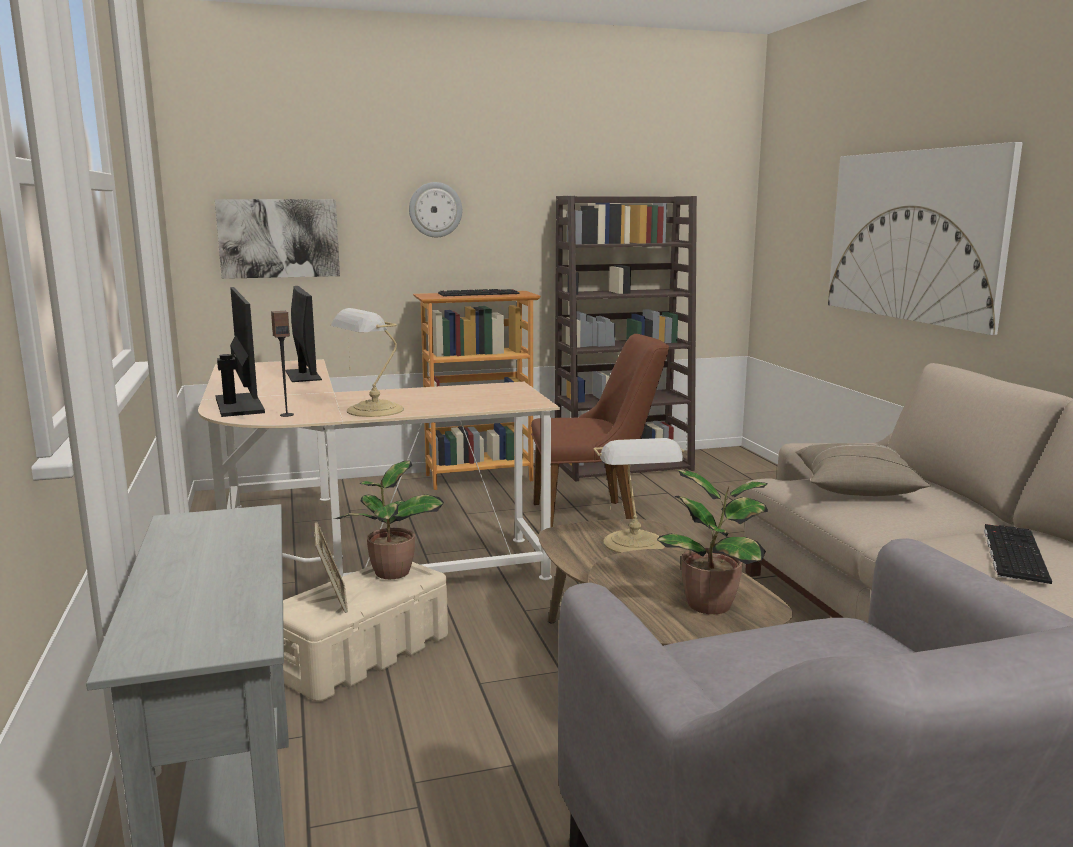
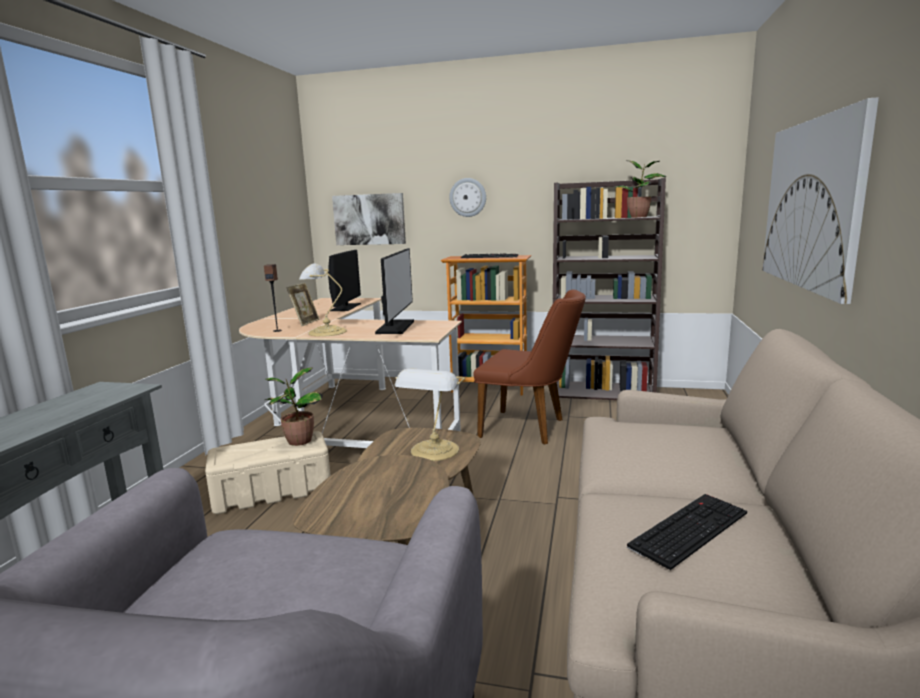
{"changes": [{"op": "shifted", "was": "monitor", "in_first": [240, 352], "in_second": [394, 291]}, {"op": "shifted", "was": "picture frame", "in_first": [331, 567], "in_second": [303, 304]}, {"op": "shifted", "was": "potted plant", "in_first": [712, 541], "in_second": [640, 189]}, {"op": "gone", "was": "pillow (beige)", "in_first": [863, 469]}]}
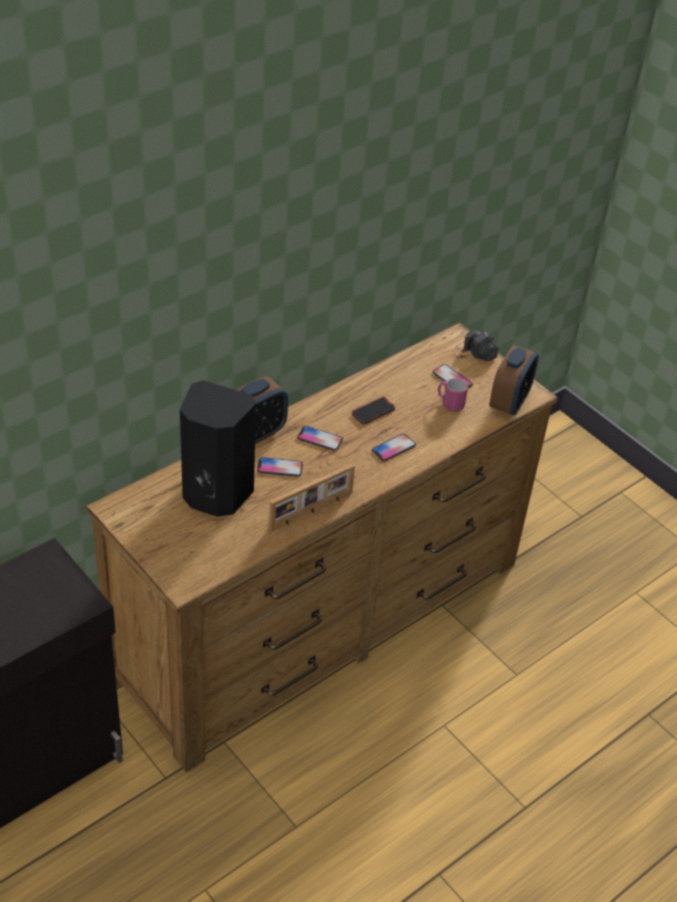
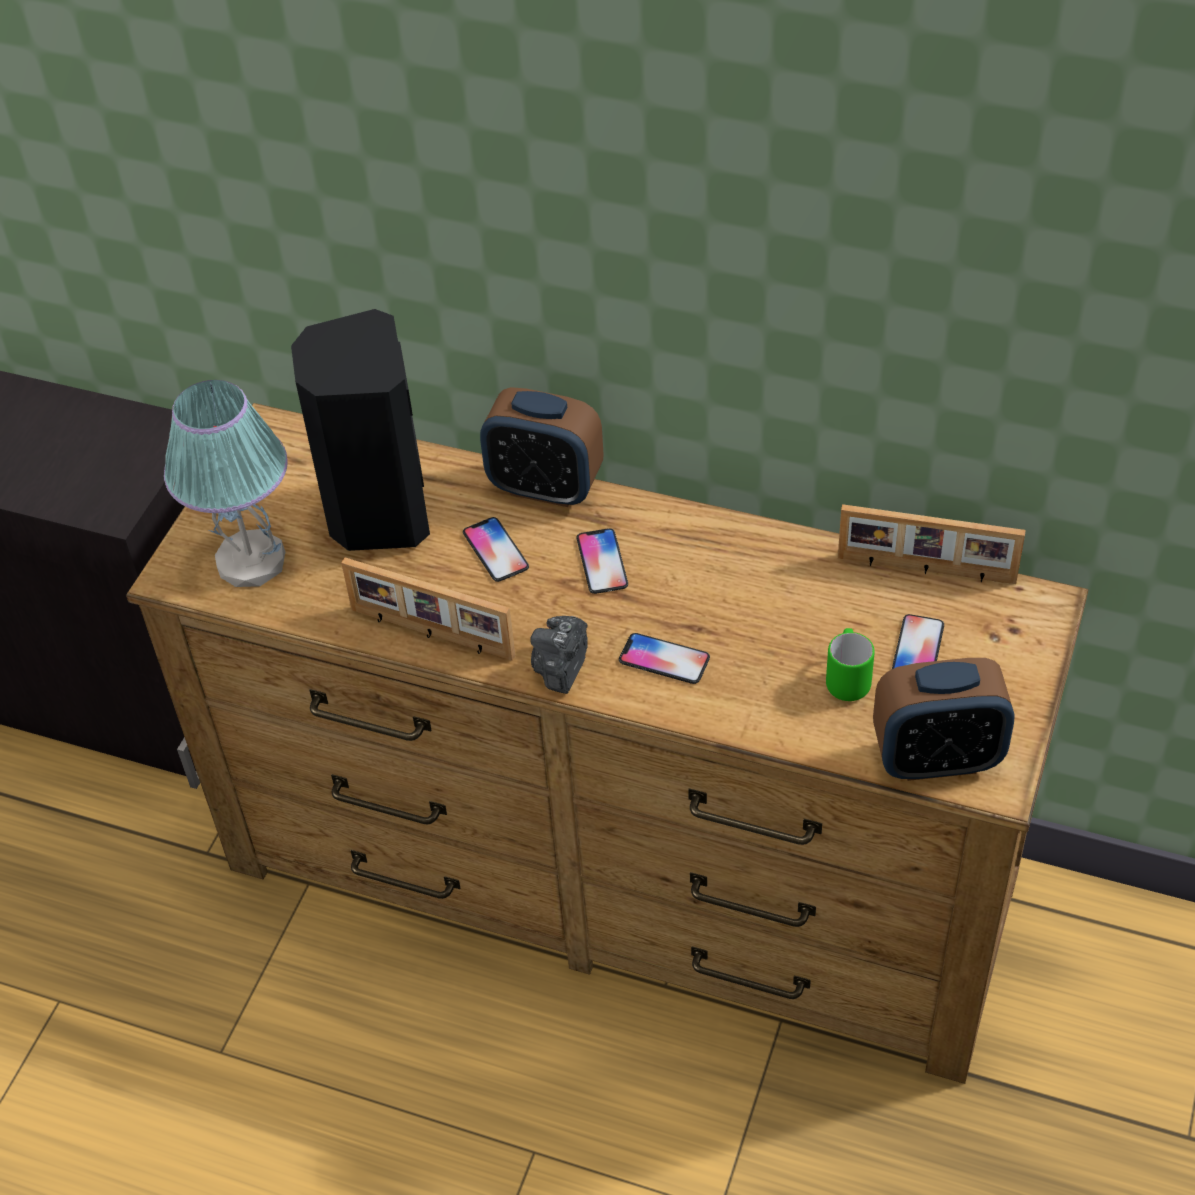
{"changes": [{"op": "gone", "was": "phone", "in_first": [373, 410]}, {"op": "repainted", "was": "mug (pink)", "now": "mug (green)", "in_first": [453, 395], "in_second": [850, 664]}, {"op": "shifted", "was": "photo camera", "in_first": [481, 345], "in_second": [559, 655]}, {"op": "new", "now": "table lamp", "in_second": [226, 483]}, {"op": "new", "now": "picture frame", "in_second": [932, 544]}]}
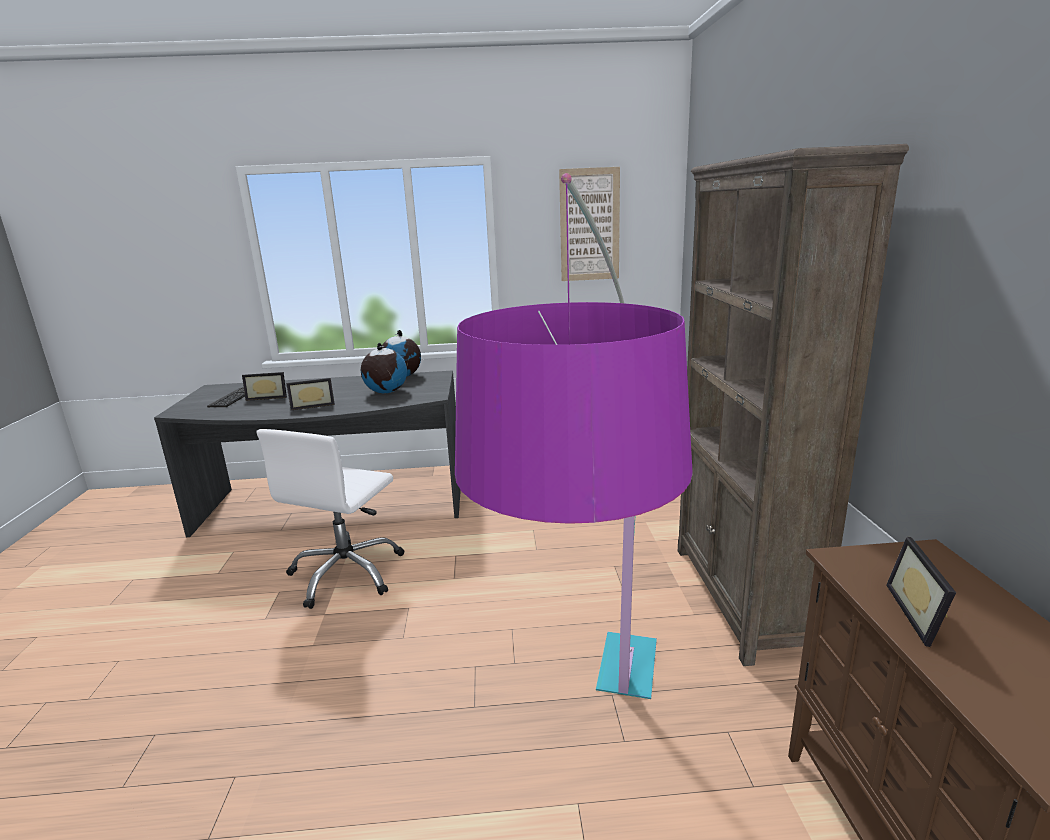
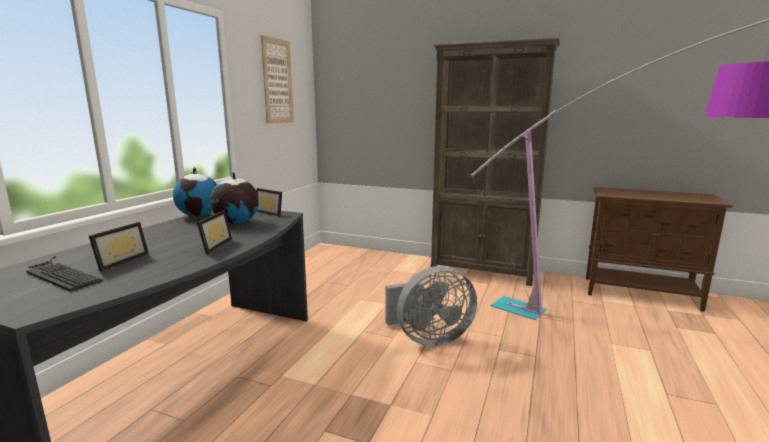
{"changes": [{"op": "gone", "was": "office chair (white)", "in_first": [330, 519]}, {"op": "shifted", "was": "picture frame", "in_first": [921, 591], "in_second": [269, 202]}, {"op": "new", "now": "fan (grey)", "in_second": [431, 306]}]}
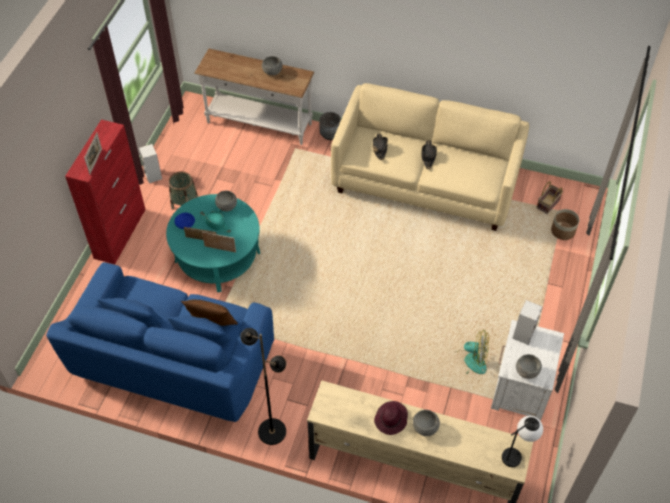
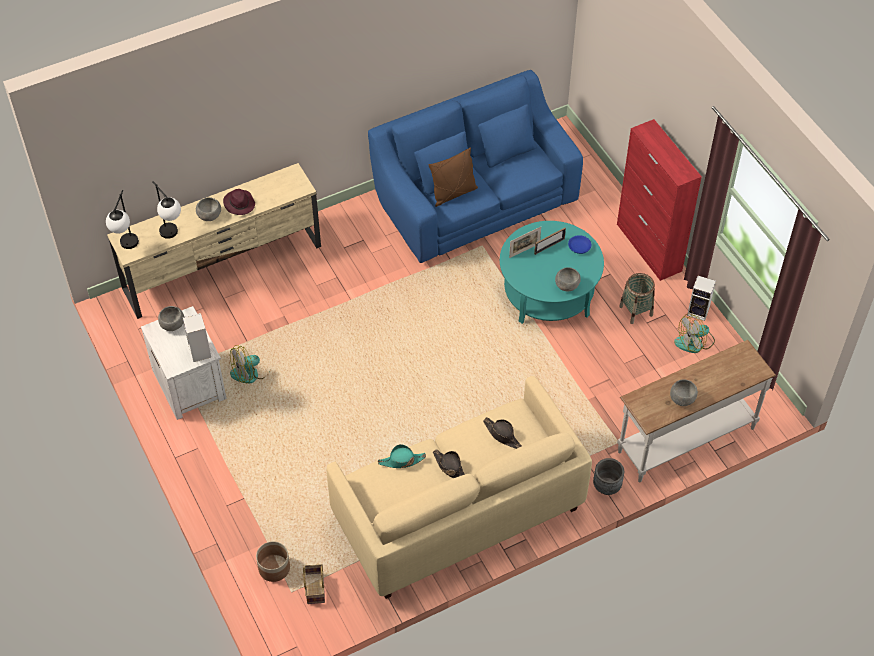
{"changes": [{"op": "gone", "was": "picture frame", "in_first": [93, 153]}, {"op": "shifted", "was": "hat (turquoise)", "in_first": [215, 222], "in_second": [402, 456]}, {"op": "gone", "was": "floor lamp (black)", "in_first": [263, 386]}, {"op": "new", "now": "table lamp", "in_second": [167, 210]}, {"op": "new", "now": "fan", "in_second": [694, 333]}]}
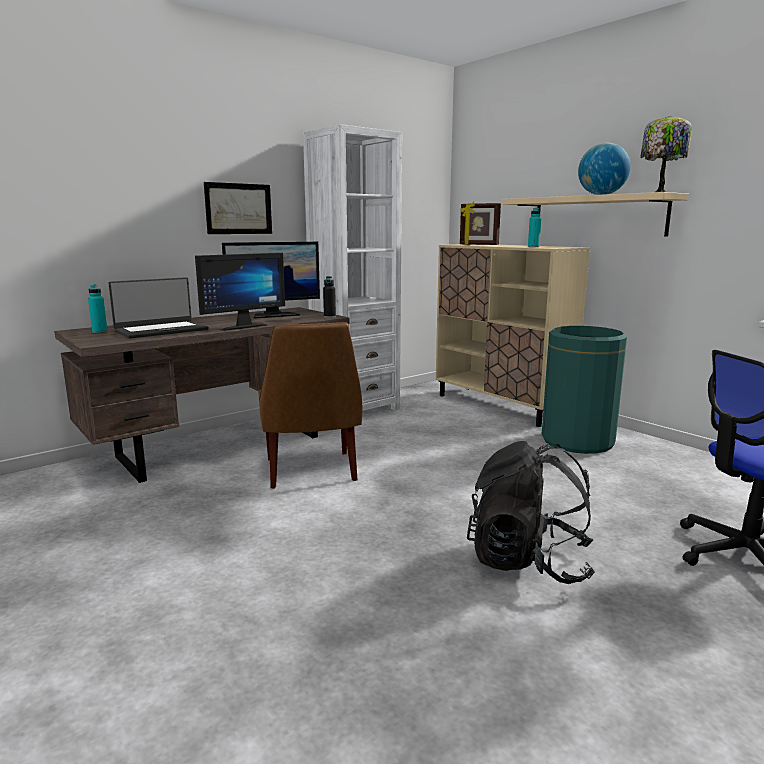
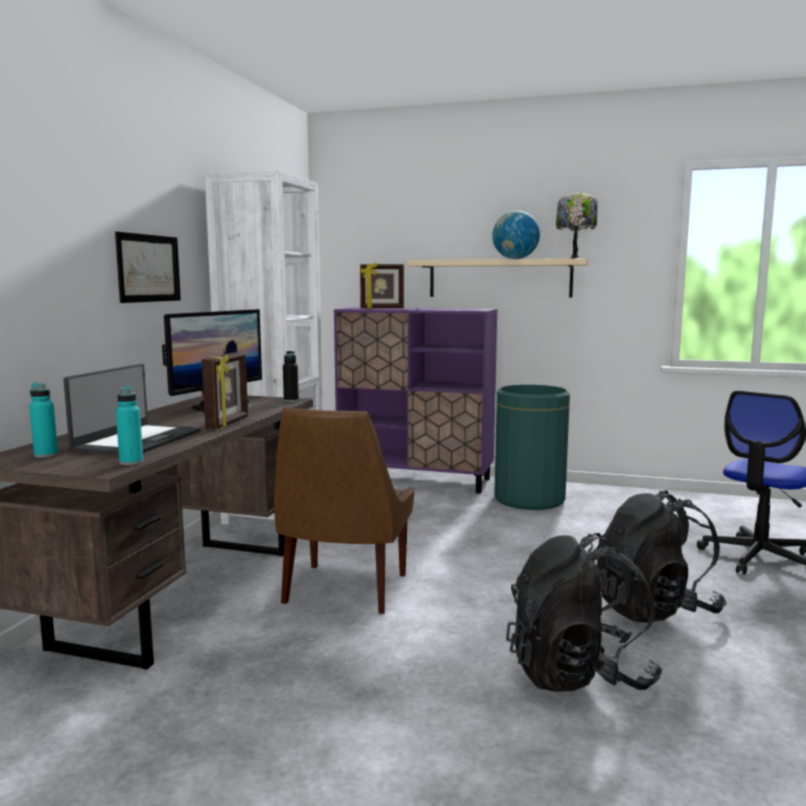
{"changes": [{"op": "swapped", "was": "monitor", "now": "picture frame", "in_first": [240, 292], "in_second": [225, 390]}, {"op": "rotated", "was": "chair (brown)", "in_first": [310, 405], "in_second": [344, 511], "clockwise": 60}, {"op": "repainted", "was": "cabinet (beige)", "now": "cabinet (purple)", "in_first": [513, 335], "in_second": [415, 400]}, {"op": "shifted", "was": "bottle (turquoise)", "in_first": [534, 227], "in_second": [129, 426]}, {"op": "new", "now": "backpack (black)", "in_second": [584, 612]}]}
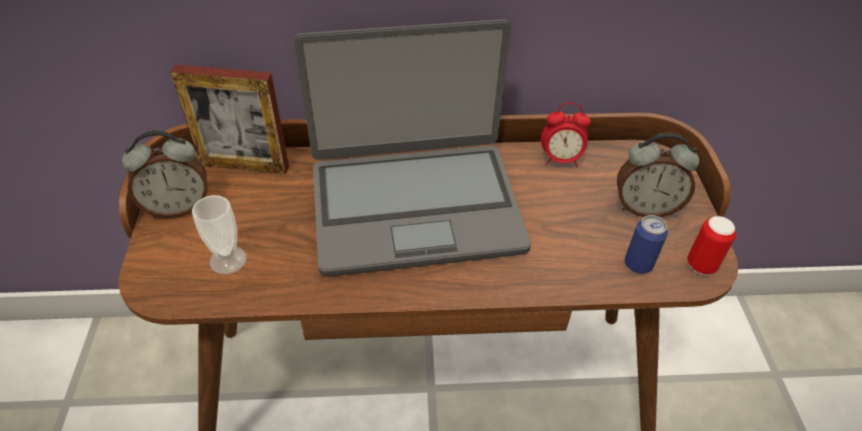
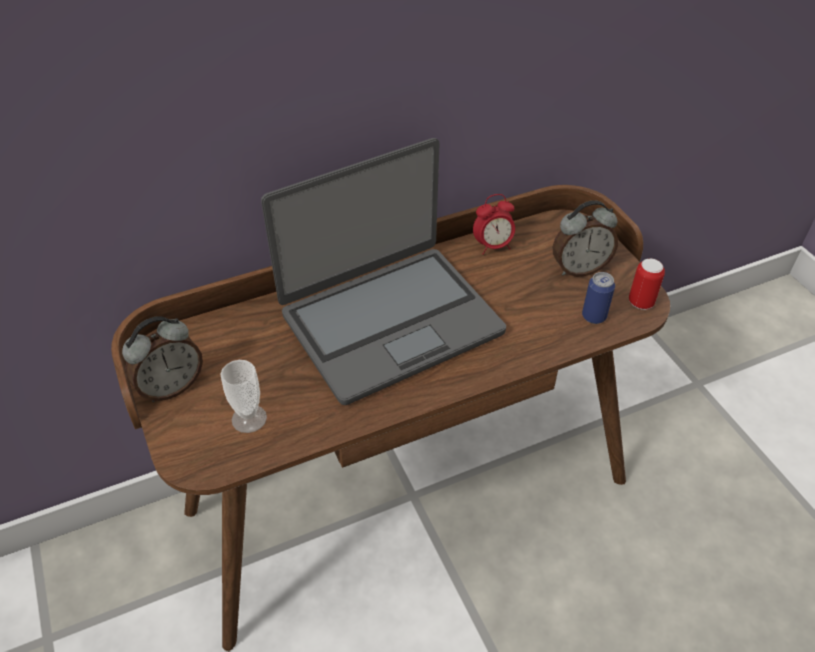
{"changes": [{"op": "gone", "was": "picture frame", "in_first": [229, 119]}]}
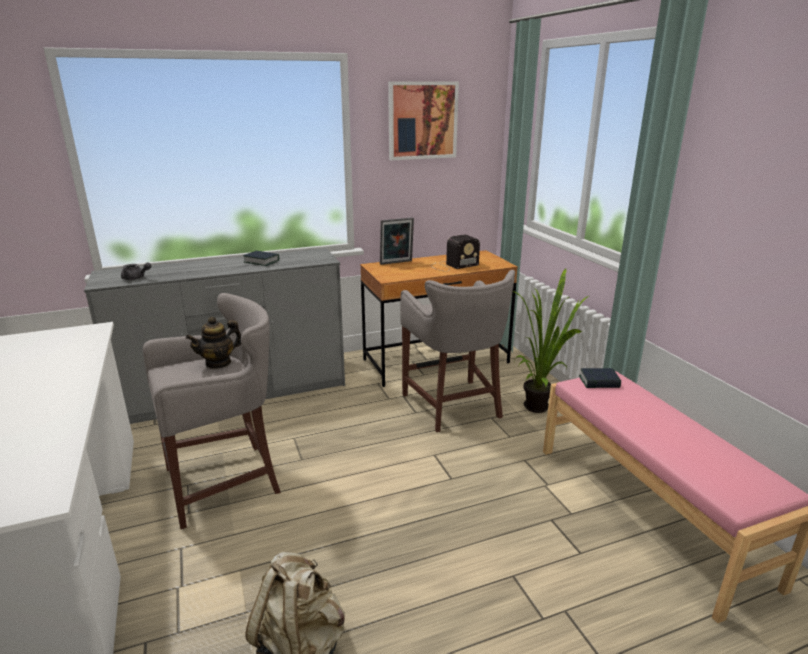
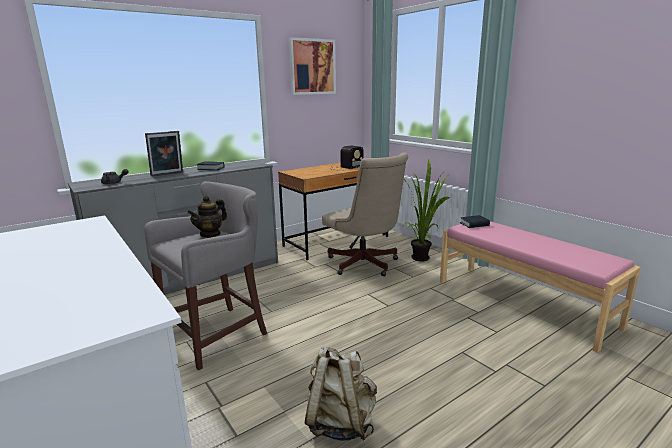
{"changes": [{"op": "shifted", "was": "picture frame", "in_first": [397, 241], "in_second": [164, 153]}, {"op": "swapped", "was": "stool (grey)", "now": "office chair (beige)", "in_first": [457, 351], "in_second": [365, 214]}]}
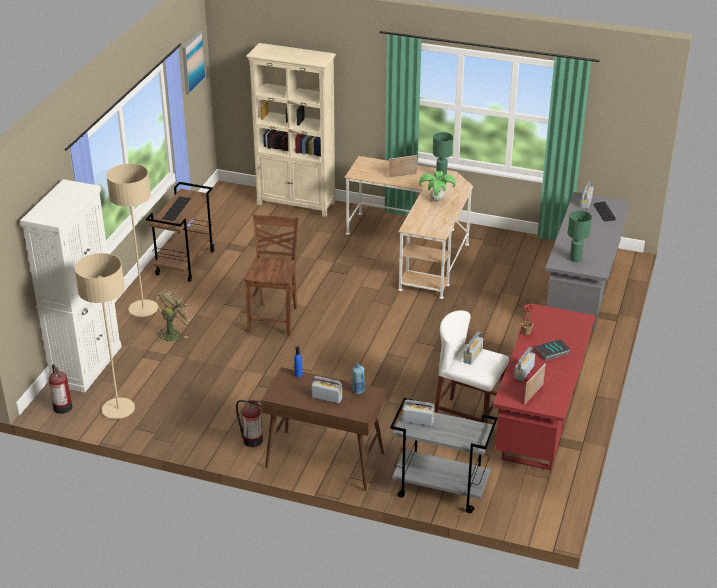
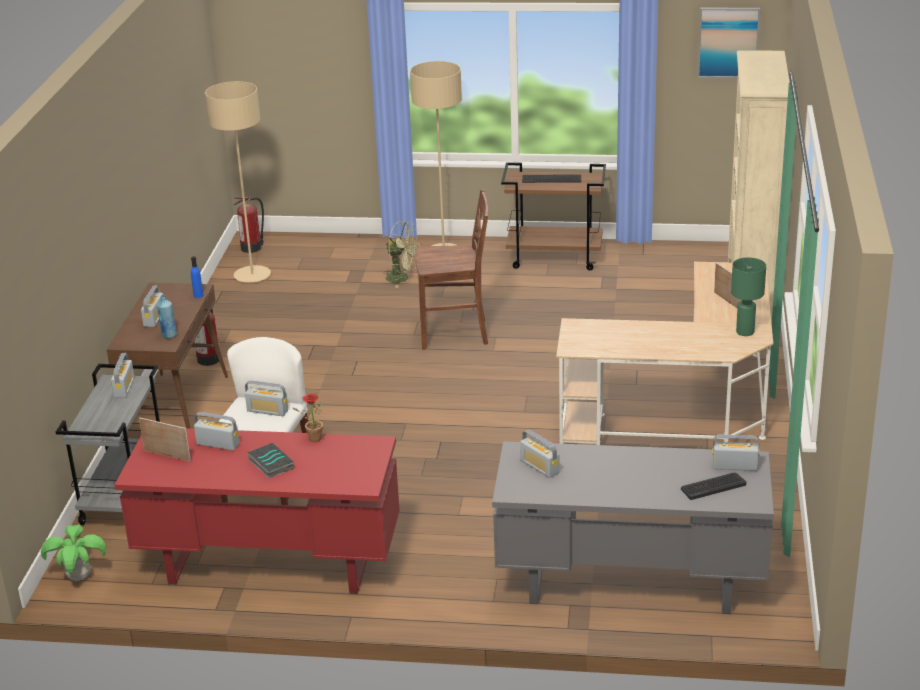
{"changes": [{"op": "gone", "was": "cabinet (white)", "in_first": [71, 286]}, {"op": "shifted", "was": "potted plant", "in_first": [437, 186], "in_second": [73, 552]}, {"op": "swapped", "was": "table lamp (green)", "now": "radio", "in_first": [580, 236], "in_second": [540, 454]}]}
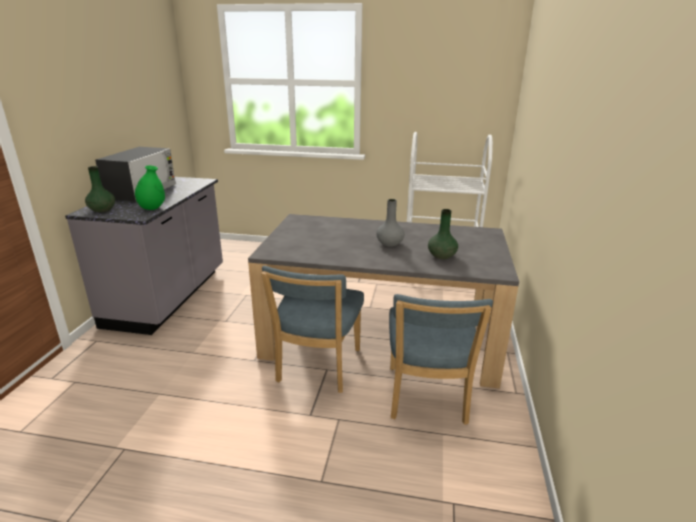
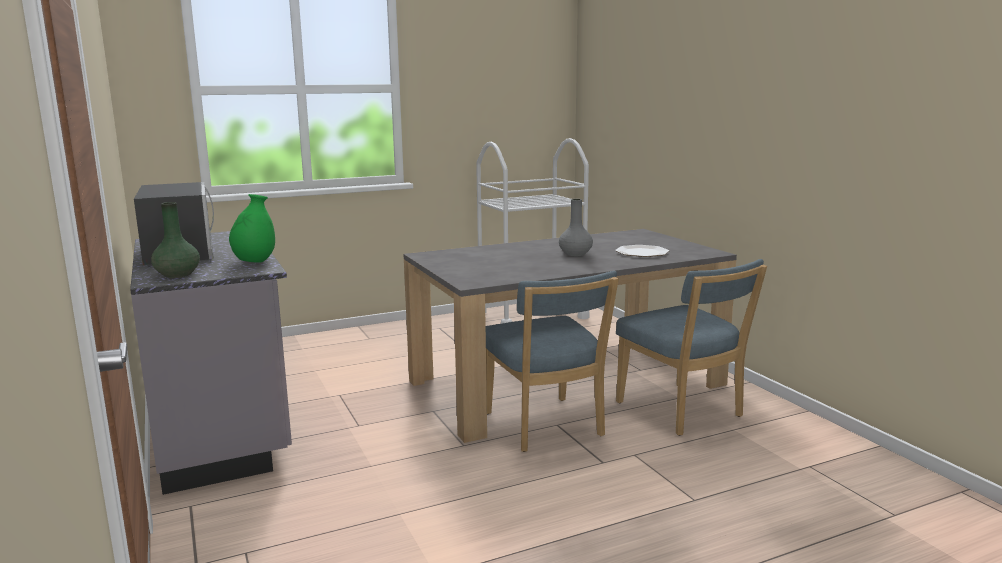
{"changes": [{"op": "swapped", "was": "vase (green)", "now": "plate", "in_first": [443, 234], "in_second": [642, 251]}]}
